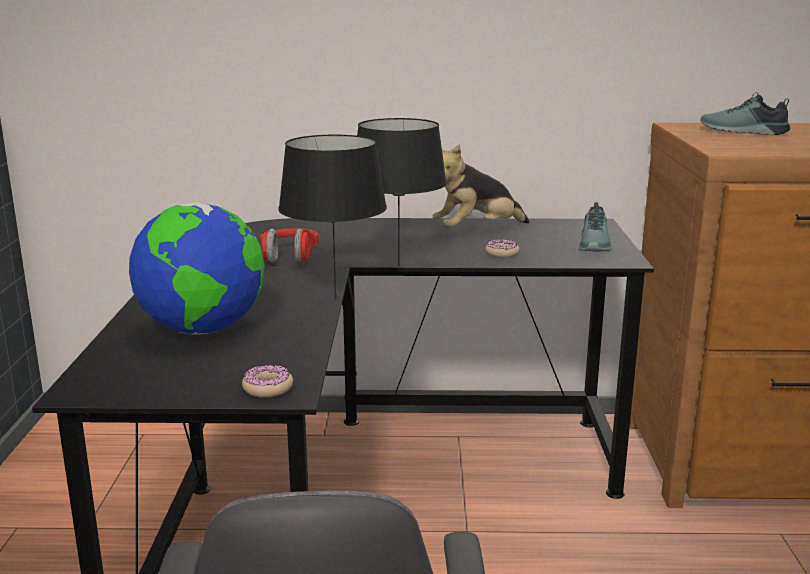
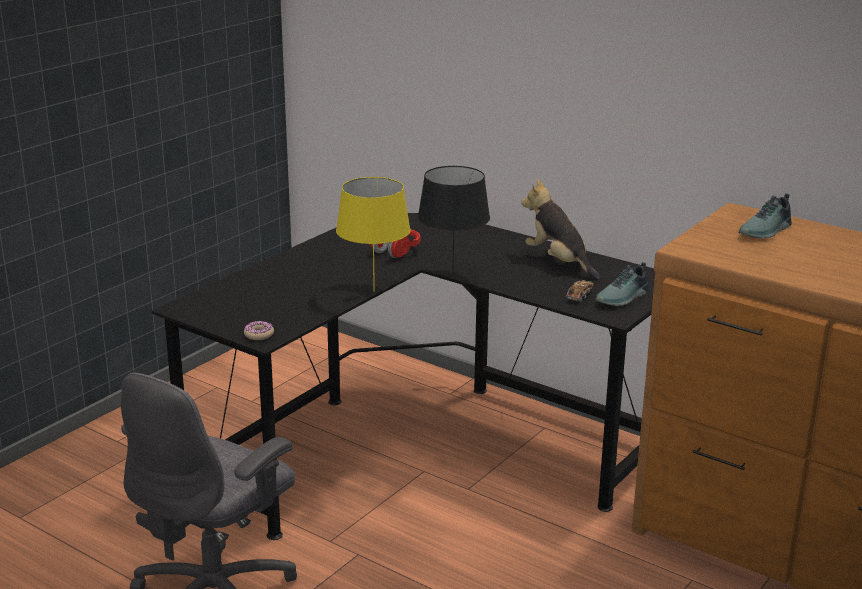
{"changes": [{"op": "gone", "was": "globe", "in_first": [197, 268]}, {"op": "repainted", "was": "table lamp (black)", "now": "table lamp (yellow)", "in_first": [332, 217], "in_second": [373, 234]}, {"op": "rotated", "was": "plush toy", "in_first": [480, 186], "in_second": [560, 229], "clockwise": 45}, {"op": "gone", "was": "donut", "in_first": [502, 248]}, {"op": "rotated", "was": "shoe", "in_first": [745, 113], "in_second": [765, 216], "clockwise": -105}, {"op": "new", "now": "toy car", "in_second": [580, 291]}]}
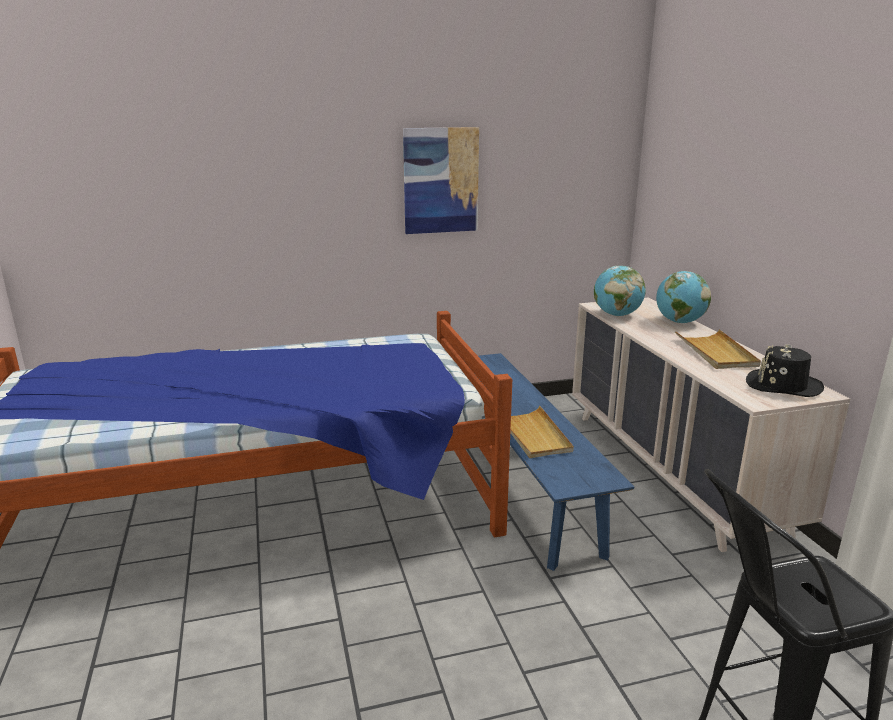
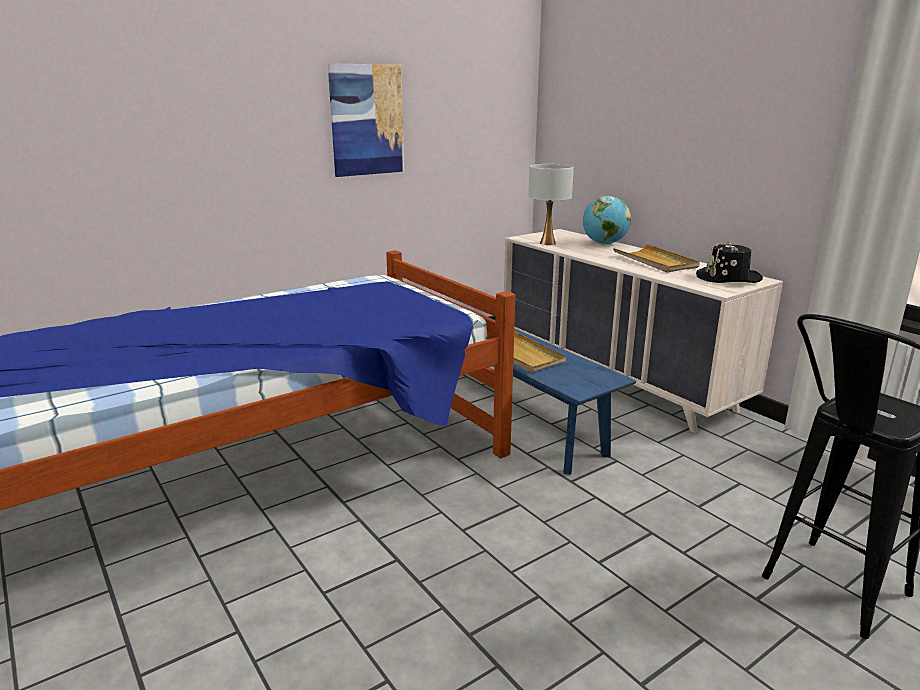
{"changes": [{"op": "swapped", "was": "globe", "now": "table lamp (white)", "in_first": [620, 291], "in_second": [551, 204]}]}
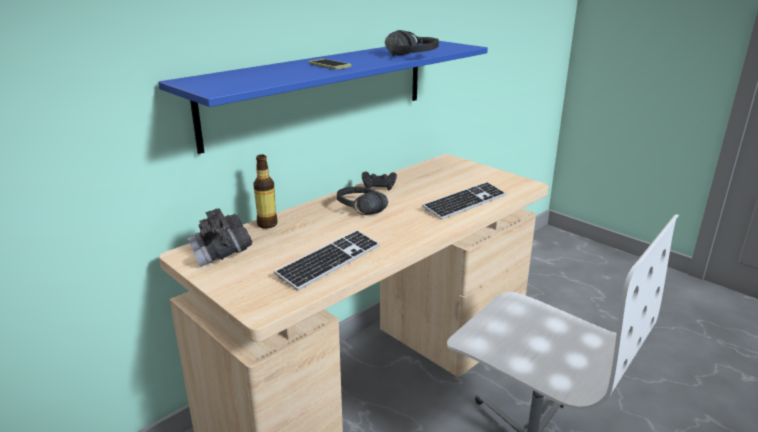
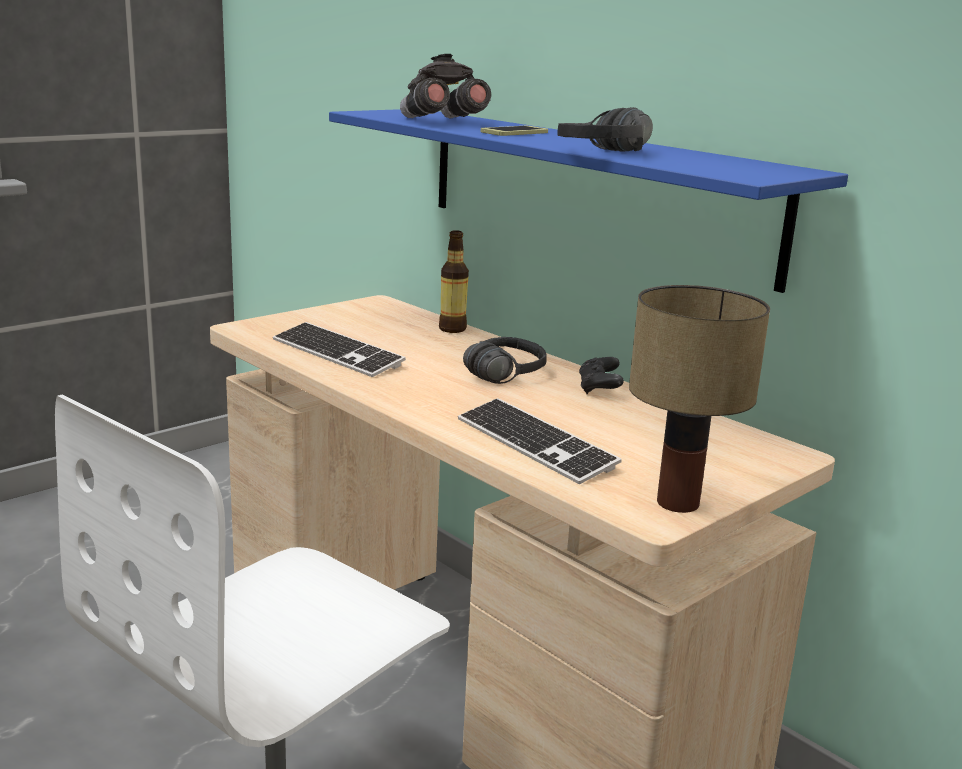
{"changes": [{"op": "shifted", "was": "binoculars (grey)", "in_first": [220, 237], "in_second": [445, 86]}, {"op": "new", "now": "table lamp", "in_second": [699, 399]}]}
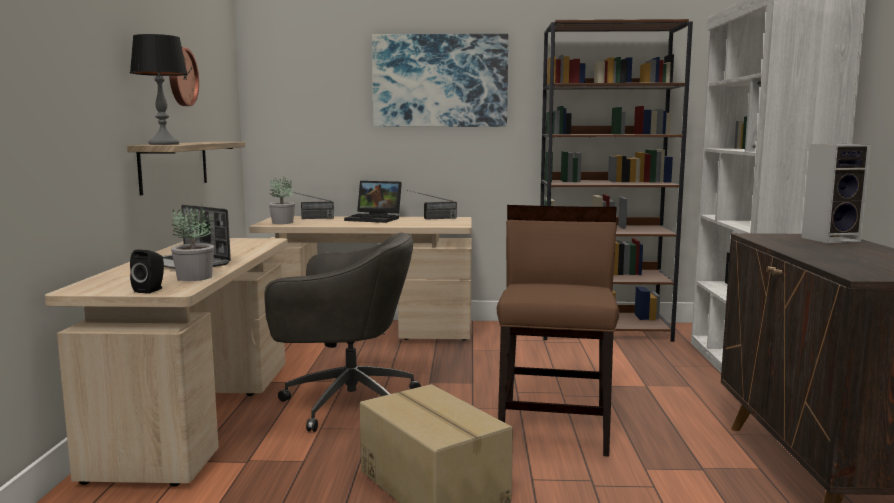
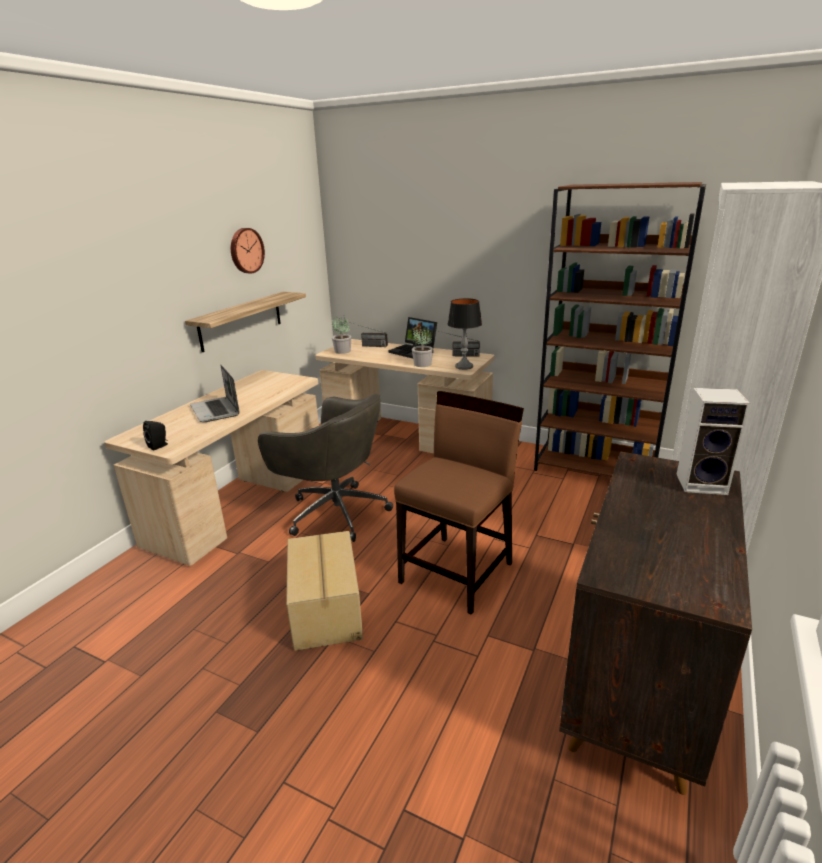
{"changes": [{"op": "shifted", "was": "table lamp", "in_first": [159, 89], "in_second": [465, 334]}, {"op": "shifted", "was": "potted plant", "in_first": [192, 242], "in_second": [422, 347]}, {"op": "gone", "was": "picture", "in_first": [440, 80]}]}
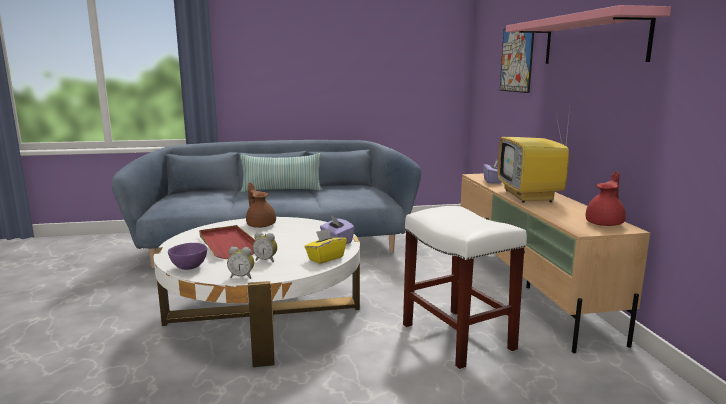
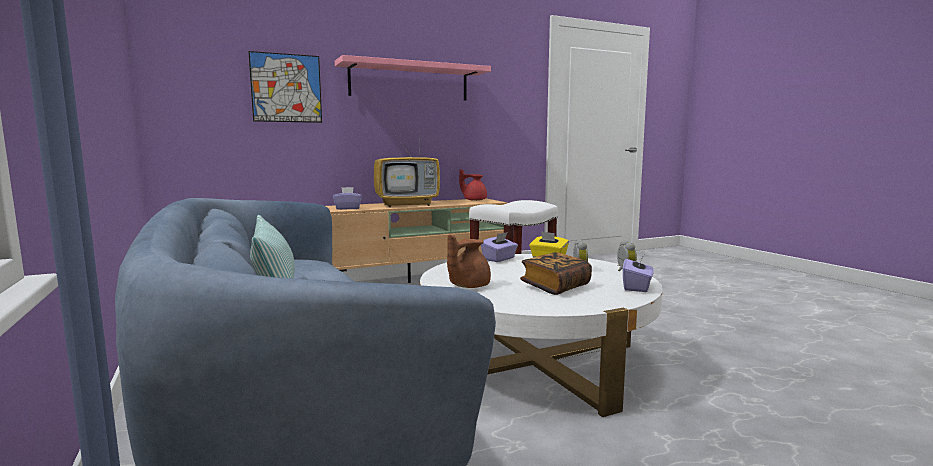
{"changes": [{"op": "swapped", "was": "bowl (purple)", "now": "tissue box (purple)", "in_first": [187, 256], "in_second": [638, 272]}, {"op": "swapped", "was": "tray (red)", "now": "book", "in_first": [227, 242], "in_second": [556, 273]}]}
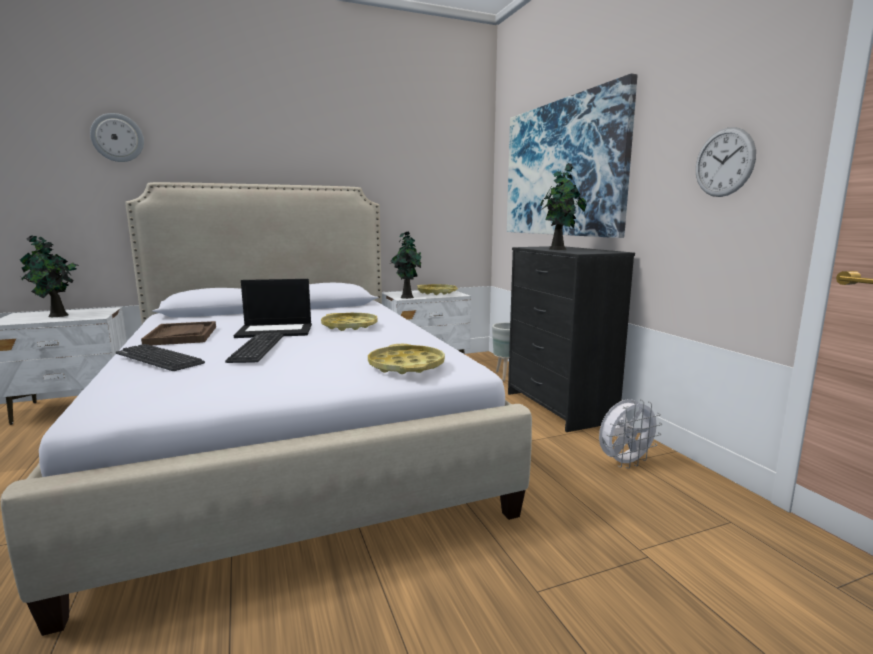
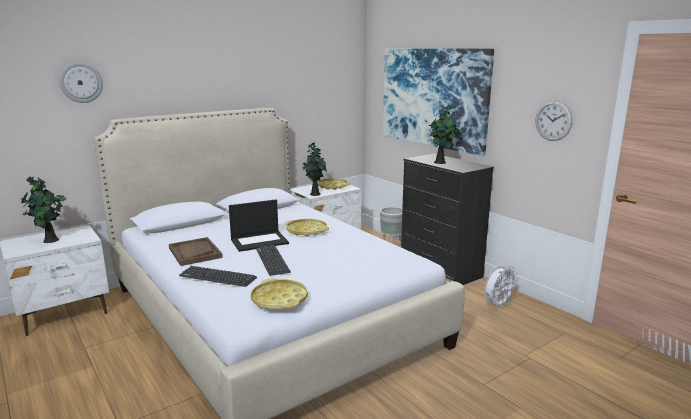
{"changes": [{"op": "shifted", "was": "tray (yellow)", "in_first": [406, 359], "in_second": [279, 293]}]}
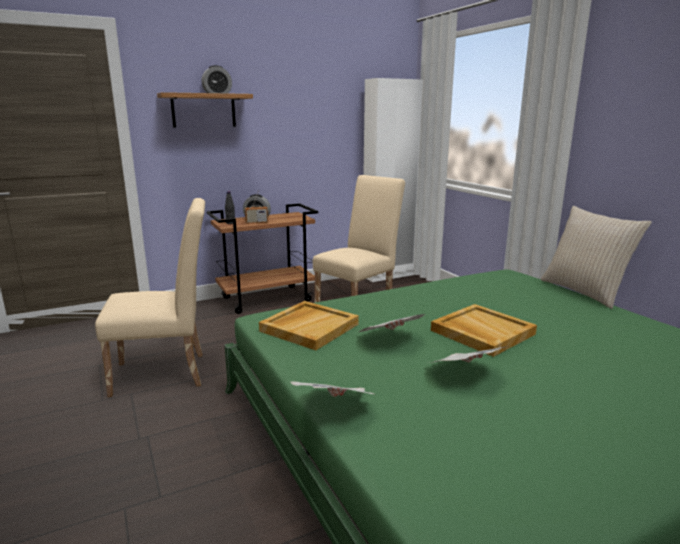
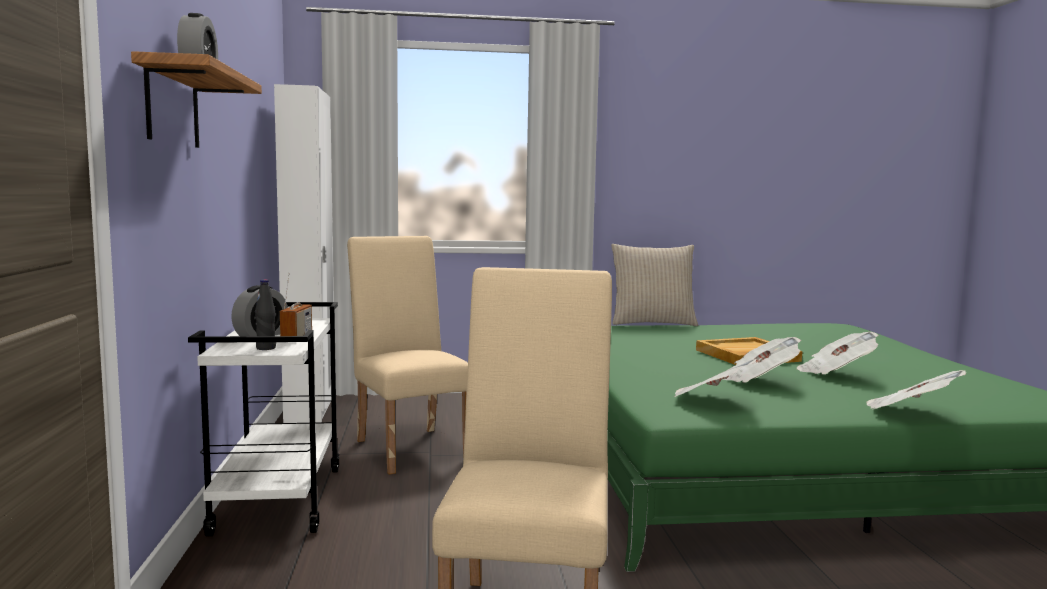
{"changes": [{"op": "repainted", "was": "cart (brown)", "now": "cart (white)", "in_first": [262, 258], "in_second": [263, 419]}, {"op": "swapped", "was": "tray (beige)", "now": "newspaper", "in_first": [309, 325], "in_second": [715, 378]}]}
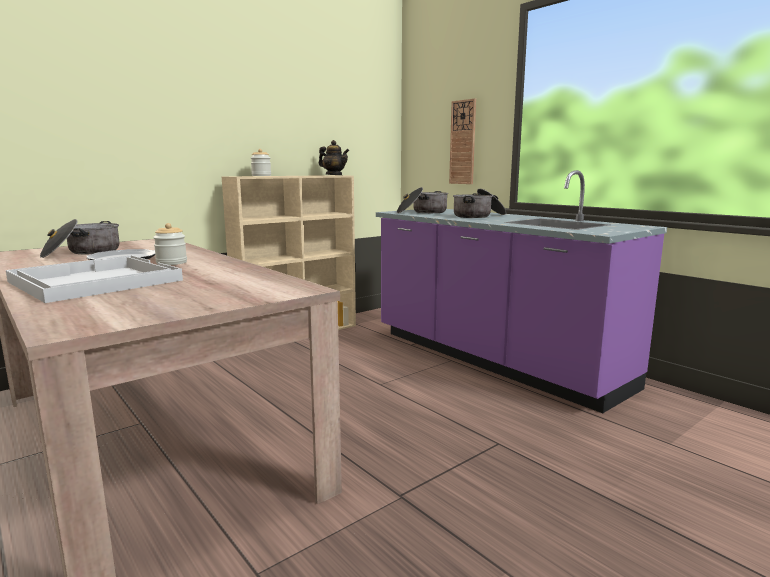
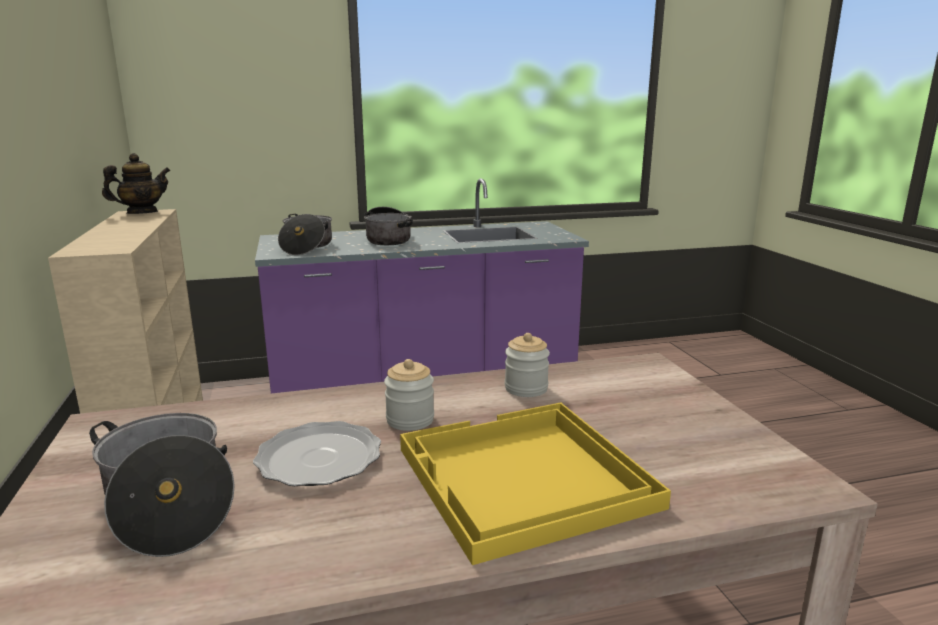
{"changes": [{"op": "repainted", "was": "tray (white)", "now": "tray (yellow)", "in_first": [94, 279], "in_second": [535, 484]}, {"op": "shifted", "was": "jar", "in_first": [261, 162], "in_second": [527, 365]}, {"op": "gone", "was": "wall clock", "in_first": [462, 141]}]}
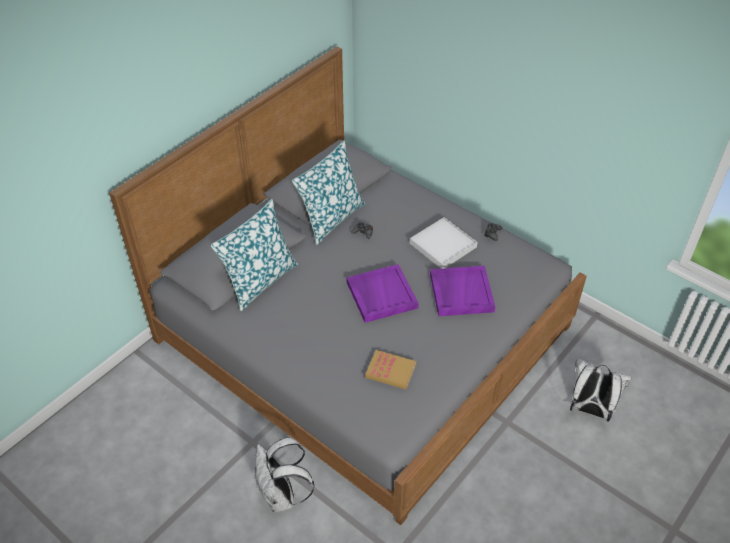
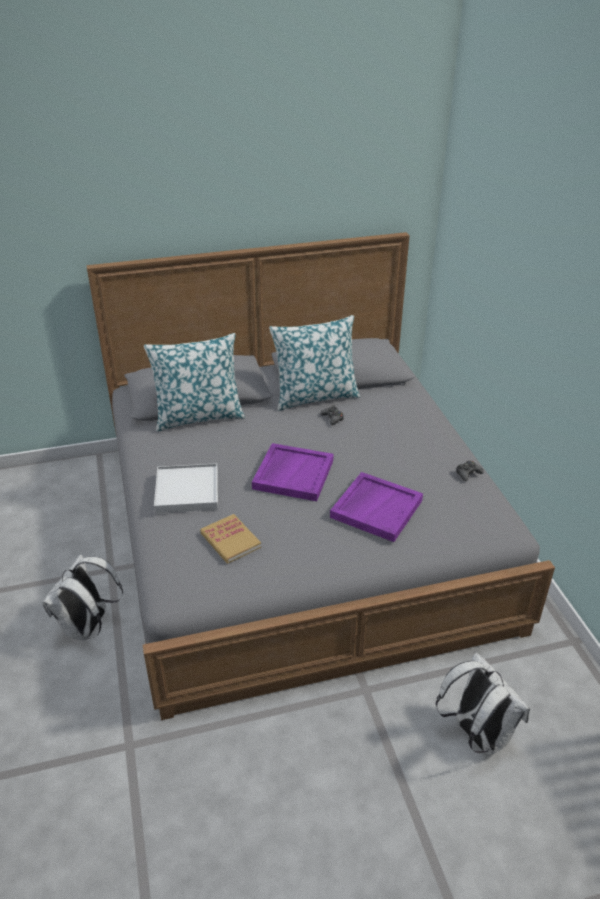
{"changes": [{"op": "shifted", "was": "tray (white)", "in_first": [444, 243], "in_second": [186, 488]}]}
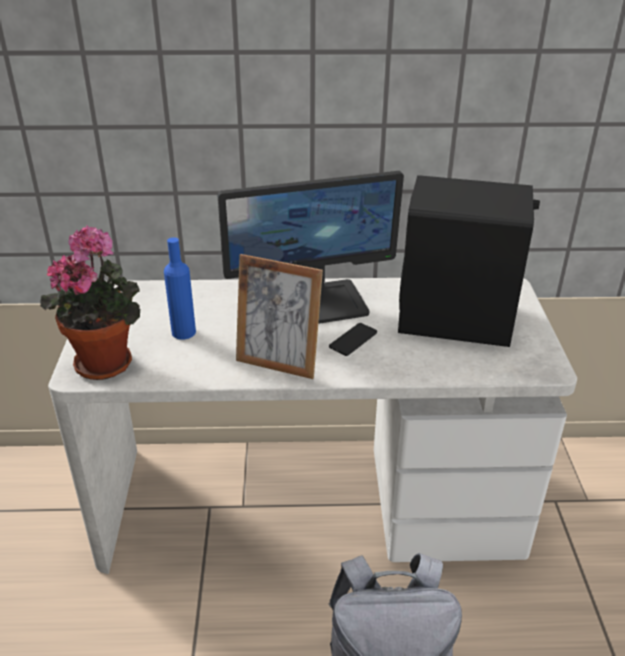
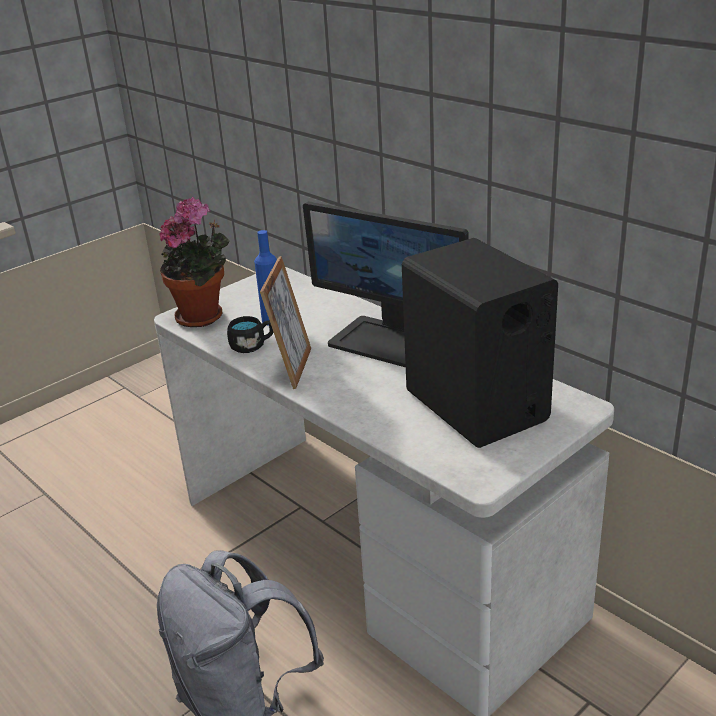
{"changes": [{"op": "rotated", "was": "picture frame", "in_first": [279, 316], "in_second": [285, 322], "clockwise": -150}, {"op": "gone", "was": "phone", "in_first": [353, 339]}, {"op": "new", "now": "mug (black)", "in_second": [250, 334]}]}
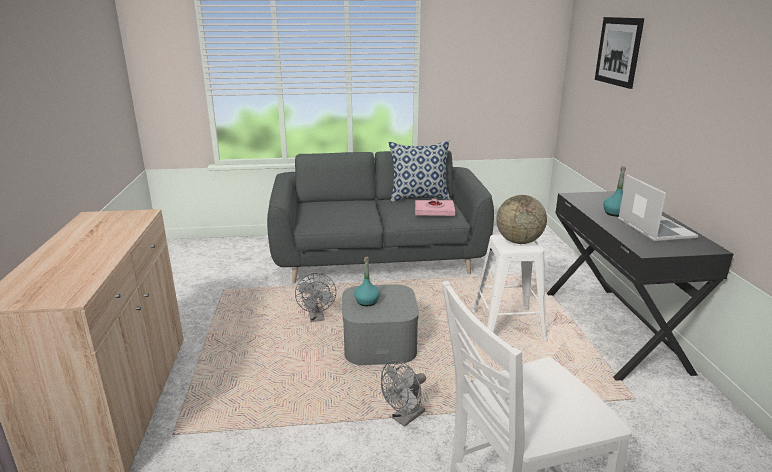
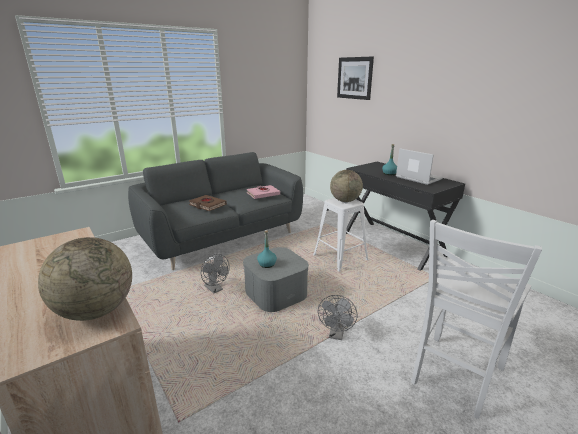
{"changes": [{"op": "gone", "was": "pillow", "in_first": [420, 171]}, {"op": "new", "now": "globe", "in_second": [85, 279]}, {"op": "new", "now": "book (brown)", "in_second": [208, 203]}]}
